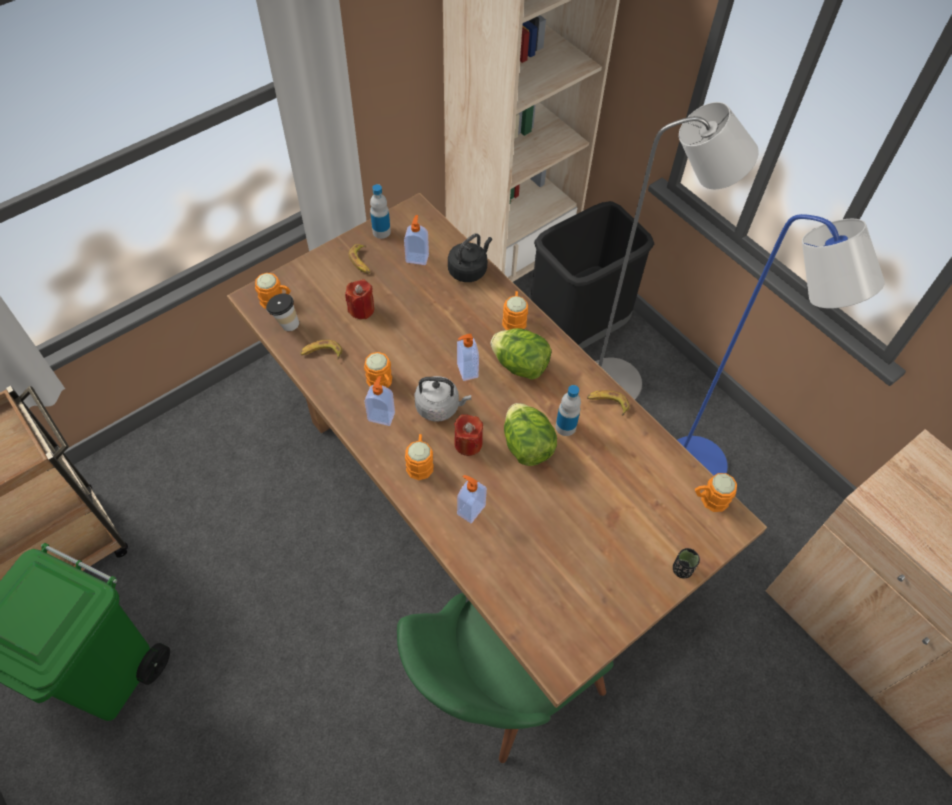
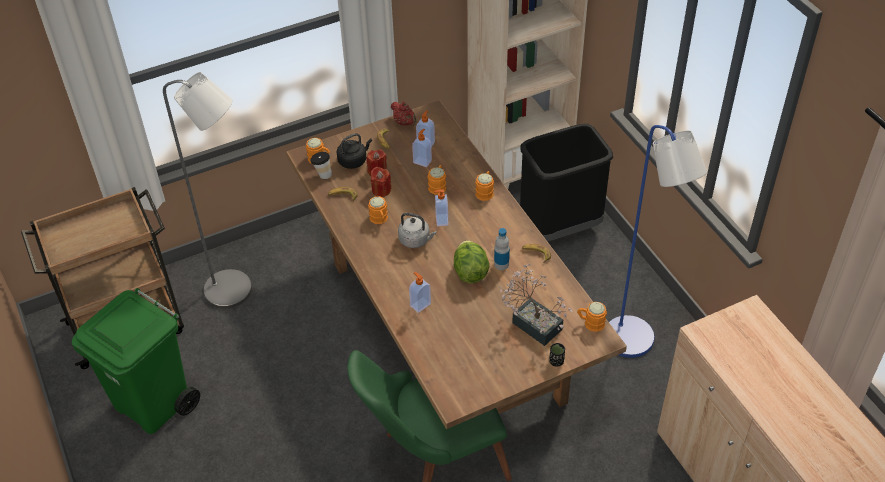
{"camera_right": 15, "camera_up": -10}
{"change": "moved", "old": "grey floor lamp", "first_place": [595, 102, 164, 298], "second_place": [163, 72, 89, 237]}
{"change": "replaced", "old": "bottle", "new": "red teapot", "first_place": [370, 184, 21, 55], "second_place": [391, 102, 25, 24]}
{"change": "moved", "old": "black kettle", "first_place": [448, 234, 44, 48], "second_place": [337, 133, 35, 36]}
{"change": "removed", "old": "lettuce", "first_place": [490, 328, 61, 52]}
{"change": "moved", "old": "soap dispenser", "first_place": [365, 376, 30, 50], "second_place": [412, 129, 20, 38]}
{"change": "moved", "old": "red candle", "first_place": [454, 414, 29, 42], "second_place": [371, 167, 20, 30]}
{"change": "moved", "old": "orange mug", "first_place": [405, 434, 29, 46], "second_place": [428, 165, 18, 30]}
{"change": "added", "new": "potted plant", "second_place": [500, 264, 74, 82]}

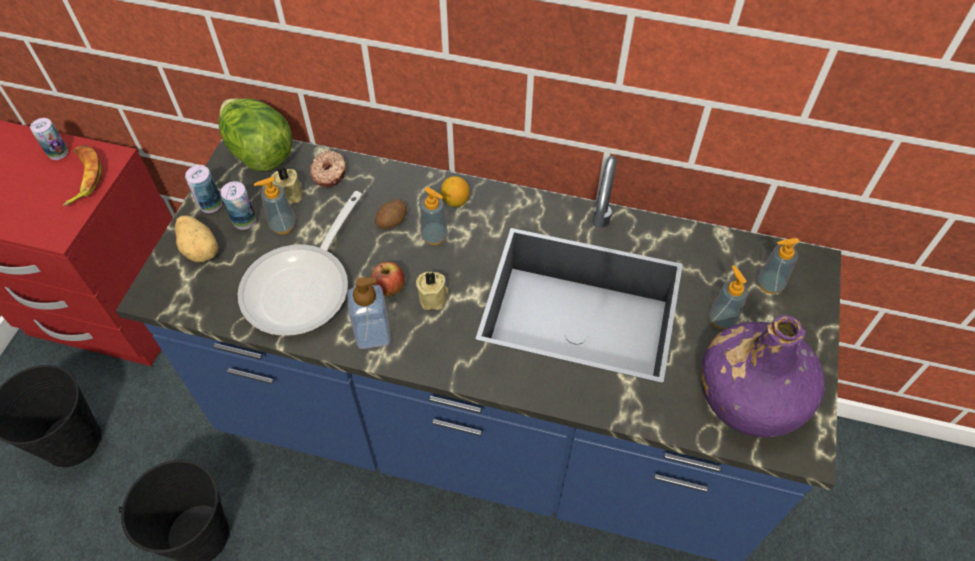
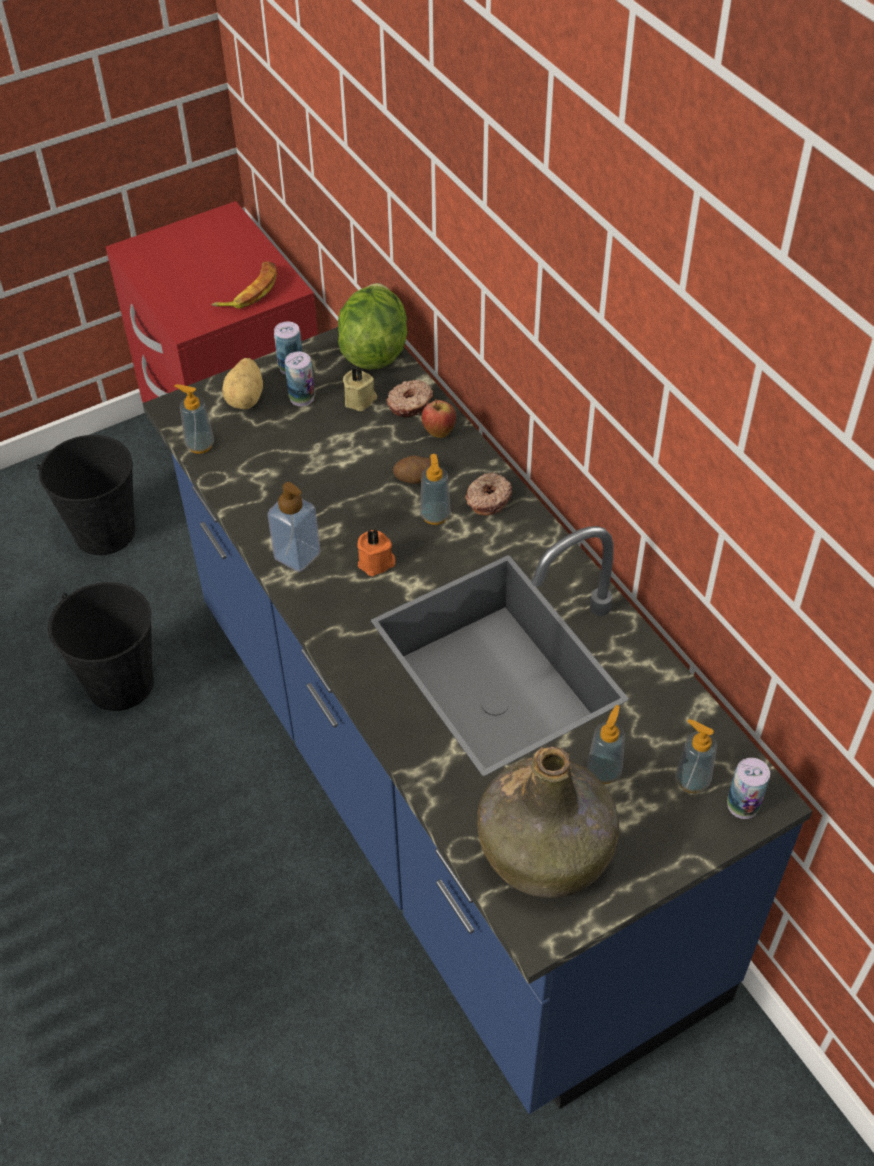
{"camera_right": 45, "camera_up": -5}
{"change": "moved", "old": "can", "first_place": [30, 118, 38, 42], "second_place": [727, 758, 43, 61]}
{"change": "replaced", "old": "lemon", "new": "donut", "first_place": [441, 176, 29, 31], "second_place": [465, 472, 47, 43]}
{"change": "moved", "old": "soap dispenser", "first_place": [254, 177, 42, 57], "second_place": [174, 384, 40, 70]}
{"change": "removed", "old": "frying pan", "first_place": [238, 191, 124, 145]}
{"change": "moved", "old": "apple", "first_place": [371, 262, 34, 34], "second_place": [421, 399, 35, 39]}
{"change": "recoloured", "old": "beige candle", "new": "orange candle", "first_place": [416, 272, 33, 38], "second_place": [357, 529, 38, 47]}
{"change": "recoloured", "old": "purple bottle", "new": "green bottle", "first_place": [701, 315, 124, 122], "second_place": [477, 747, 142, 151]}

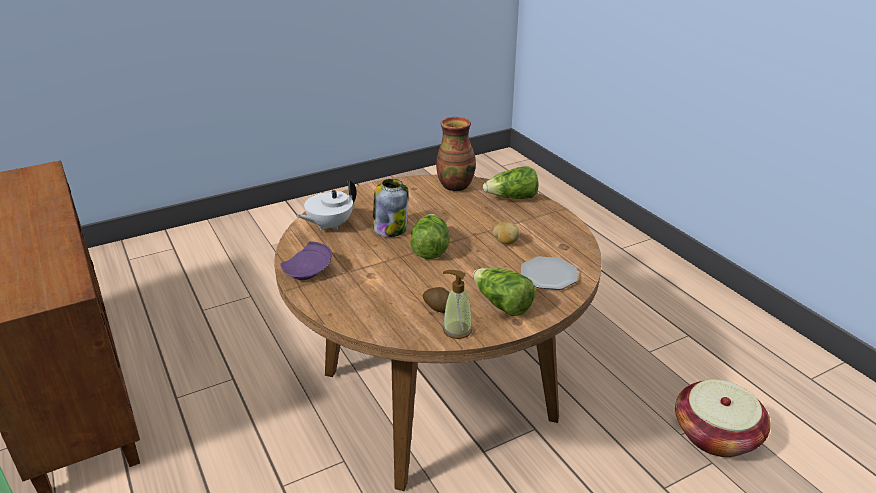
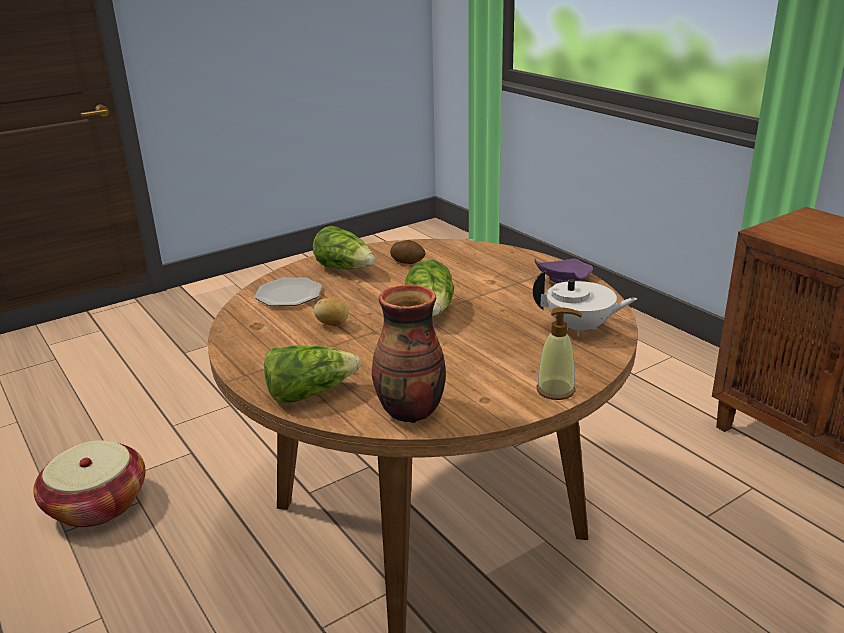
{"camera_right": 175, "camera_up": -5}
{"change": "removed", "old": "jar", "first_place": [373, 179, 36, 58]}
{"change": "turned", "old": "white teapot", "first_place": [296, 180, 61, 50], "second_place": [533, 271, 104, 65], "degrees": 60}
{"change": "moved", "old": "soap dispenser", "first_place": [443, 270, 29, 69], "second_place": [536, 307, 46, 93]}

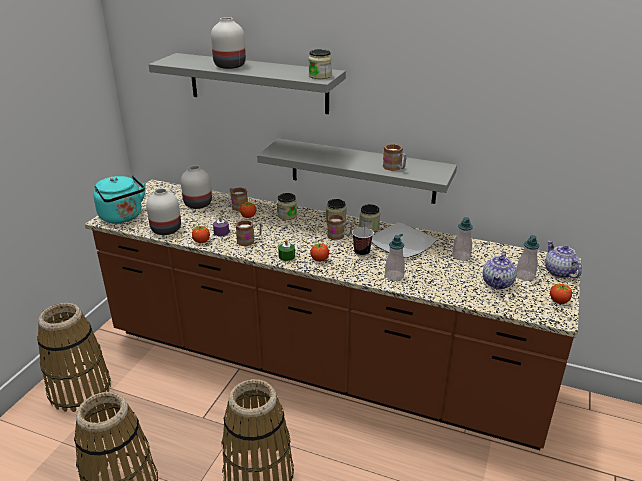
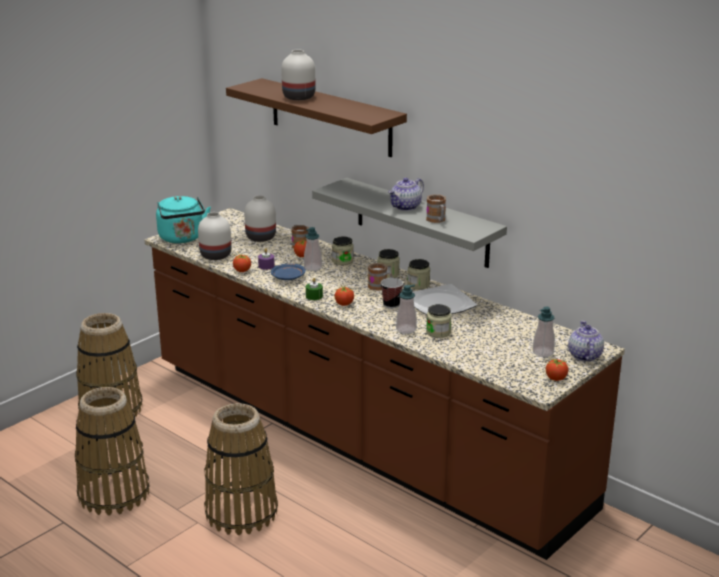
{"camera_right": 20, "camera_up": -5}
{"change": "moved", "old": "jar", "first_place": [308, 49, 24, 30], "second_place": [426, 304, 26, 34]}
{"change": "recoloured", "old": "grey shelf", "new": "brown shelf", "first_place": [149, 53, 197, 61], "second_place": [226, 78, 181, 79]}
{"change": "moved", "old": "soap dispenser", "first_place": [452, 217, 21, 44], "second_place": [304, 227, 18, 44]}
{"change": "replaced", "old": "mug", "new": "blue plate", "first_place": [235, 220, 27, 26], "second_place": [271, 263, 35, 17]}
{"change": "moved", "old": "teapot", "first_place": [483, 251, 34, 38], "second_place": [388, 178, 36, 33]}

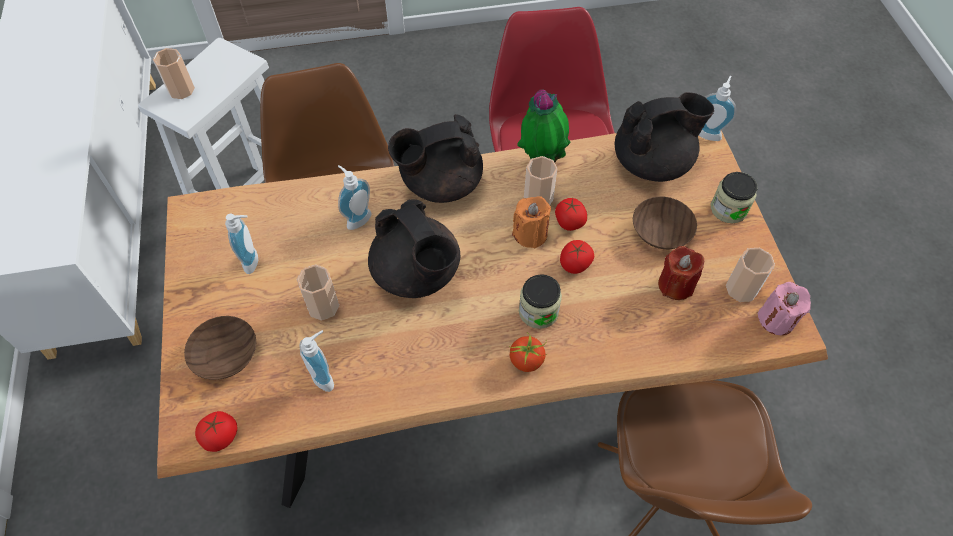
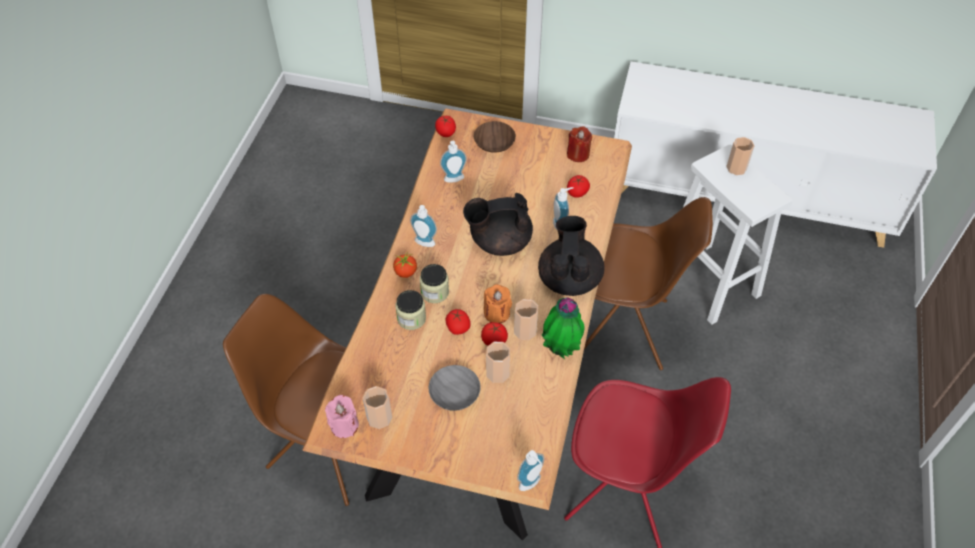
{"camera_right": 115, "camera_up": -5}
{"change": "removed", "old": "black teapot", "first_place": [615, 92, 99, 90]}
{"change": "moved", "old": "jar", "first_place": [711, 172, 46, 51], "second_place": [396, 290, 30, 40]}
{"change": "recoloured", "old": "brown bowl", "new": "grey bowl", "first_place": [633, 197, 64, 52], "second_place": [429, 365, 52, 46]}
{"change": "moved", "old": "soap dispenser", "first_place": [225, 214, 33, 60], "second_place": [410, 205, 27, 42]}
{"change": "moved", "old": "red candle", "first_place": [658, 246, 46, 54], "second_place": [567, 126, 25, 36]}
{"change": "moved", "old": "cup", "first_place": [297, 265, 42, 55], "second_place": [486, 342, 24, 41]}
{"change": "added", "new": "tomato", "second_place": [567, 175, 23, 23]}

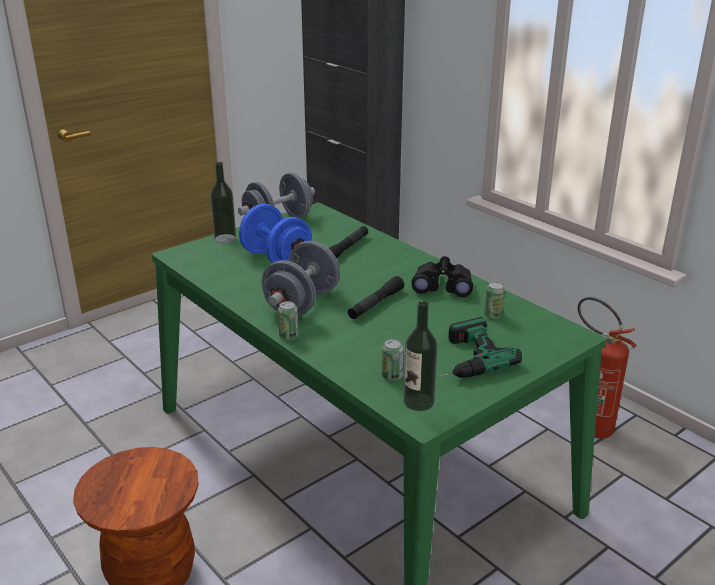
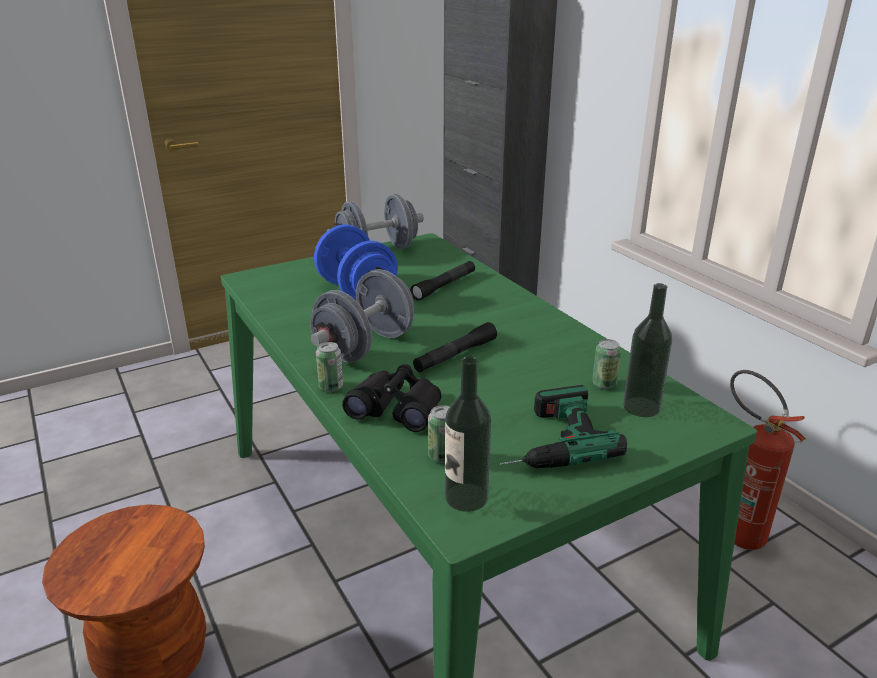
{"camera_right": 10, "camera_up": 0}
{"change": "moved", "old": "bottle", "first_place": [210, 162, 26, 81], "second_place": [623, 283, 49, 134]}
{"change": "moved", "old": "black binoculars", "first_place": [411, 256, 62, 41], "second_place": [342, 364, 100, 68]}

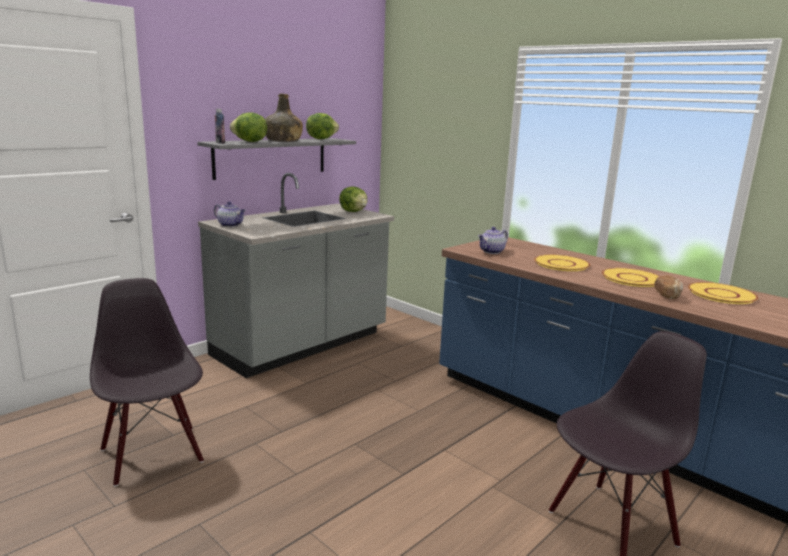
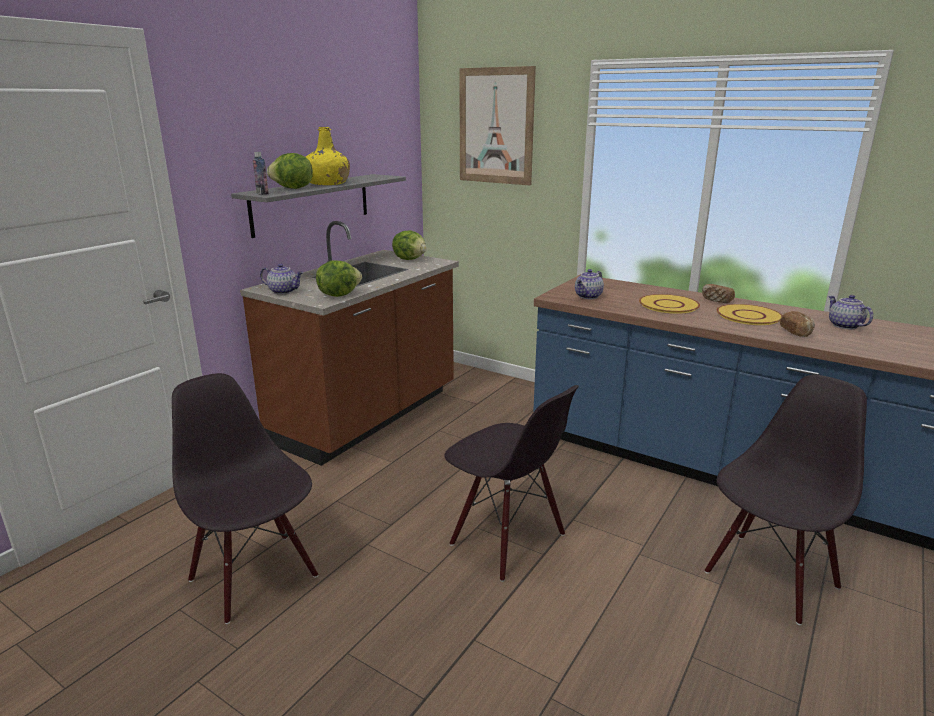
{"camera_right": -10, "camera_up": 5}
{"change": "recoloured", "old": "green bottle", "new": "yellow bottle", "first_place": [265, 94, 38, 48], "second_place": [306, 127, 44, 58]}
{"change": "moved", "old": "lettuce", "first_place": [306, 113, 33, 26], "second_place": [316, 260, 46, 37]}
{"change": "recoloured", "old": "grey counter", "new": "brown counter", "first_place": [198, 173, 196, 205], "second_place": [240, 221, 219, 245]}
{"change": "replaced", "old": "yellow plate", "new": "teapot", "first_place": [688, 282, 70, 22], "second_place": [828, 295, 45, 34]}
{"change": "added", "new": "picture", "second_place": [459, 66, 77, 119]}
{"change": "added", "new": "bread", "second_place": [702, 284, 33, 19]}
{"change": "added", "new": "black chair", "second_place": [444, 385, 135, 197]}

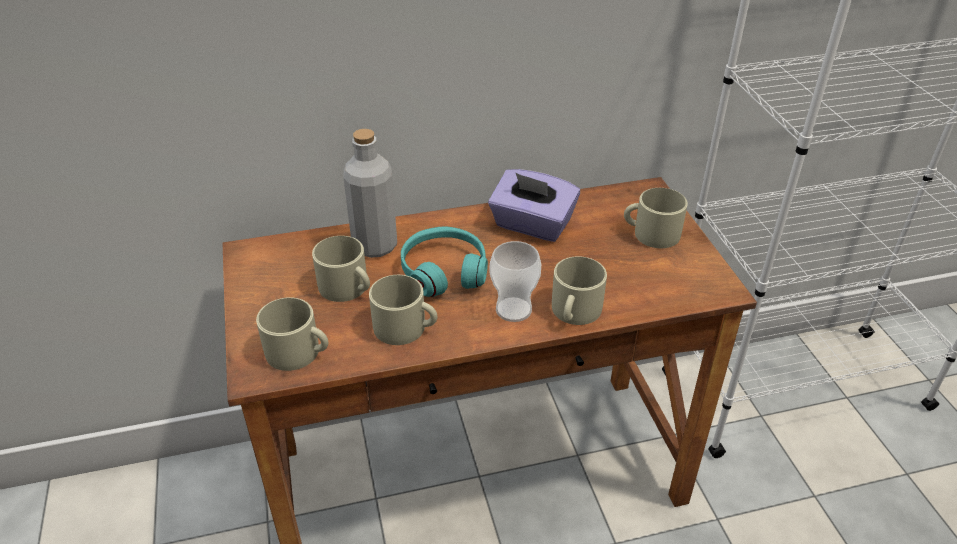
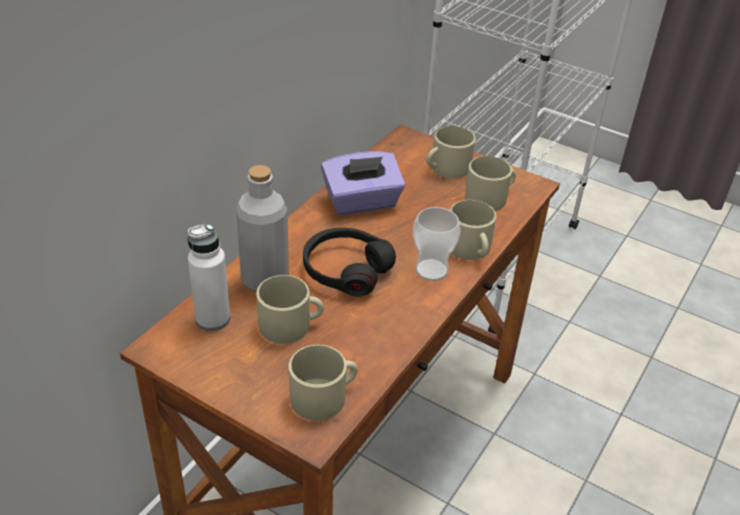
{"camera_right": -45, "camera_up": 0}
{"change": "recoloured", "old": "turquoise headphones", "new": "black headphones", "first_place": [401, 227, 87, 70], "second_place": [303, 228, 93, 68]}
{"change": "moved", "old": "beige mug", "first_place": [369, 275, 68, 70], "second_place": [465, 156, 51, 55]}
{"change": "added", "new": "white bottle", "second_place": [187, 224, 43, 107]}

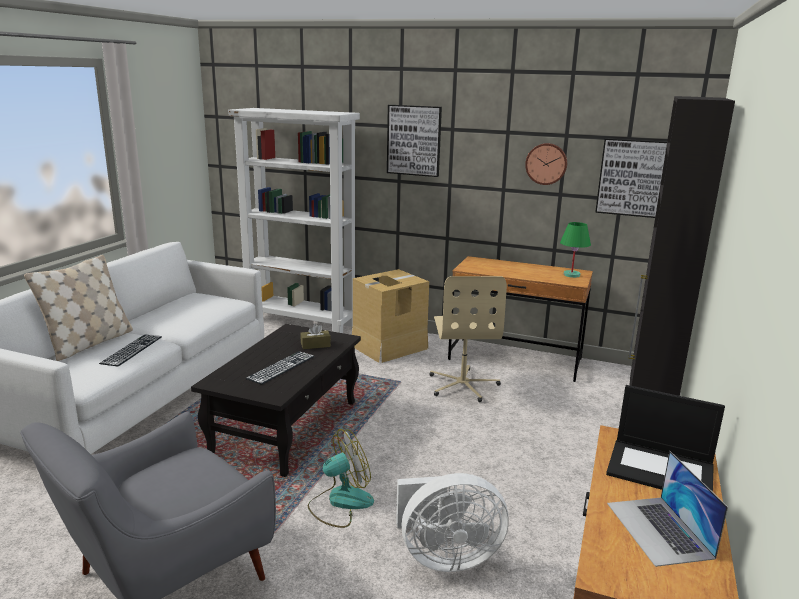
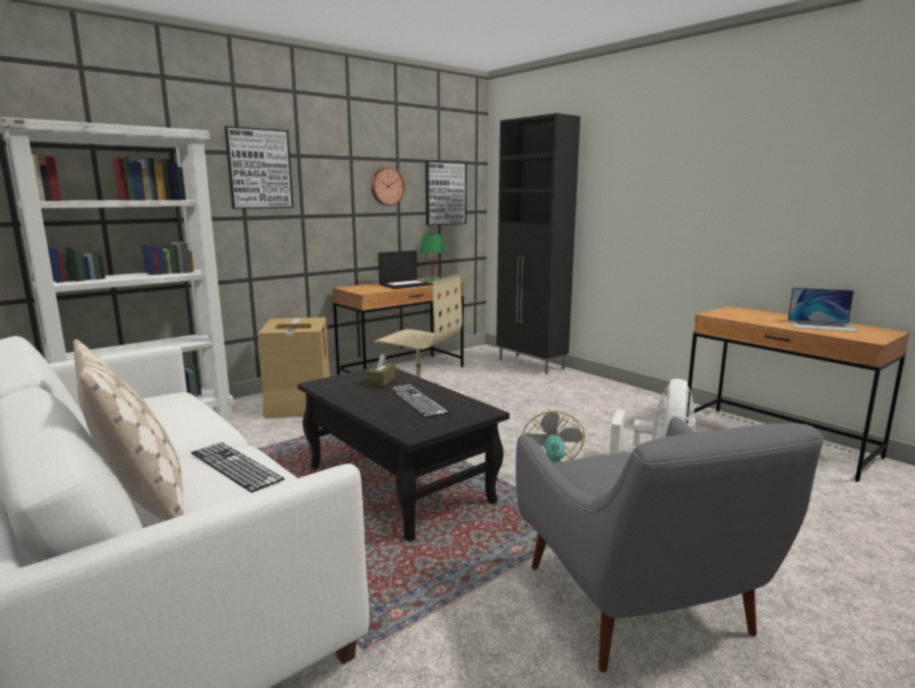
{"camera_right": -60, "camera_up": -5}
{"change": "moved", "old": "laptop", "first_place": [606, 385, 119, 107], "second_place": [378, 250, 55, 39]}

